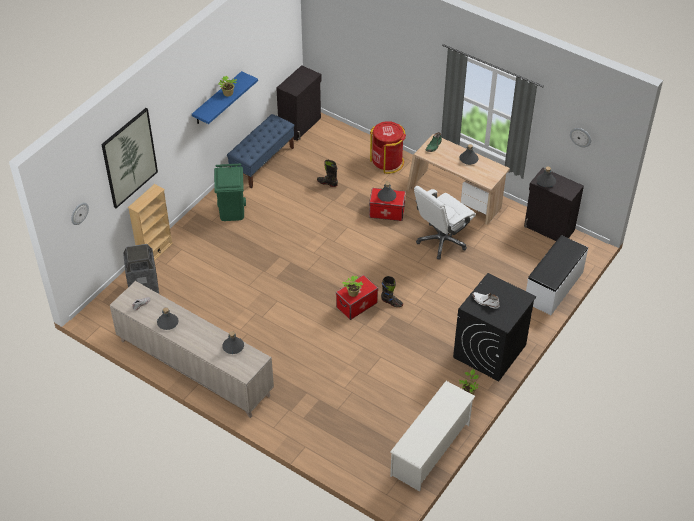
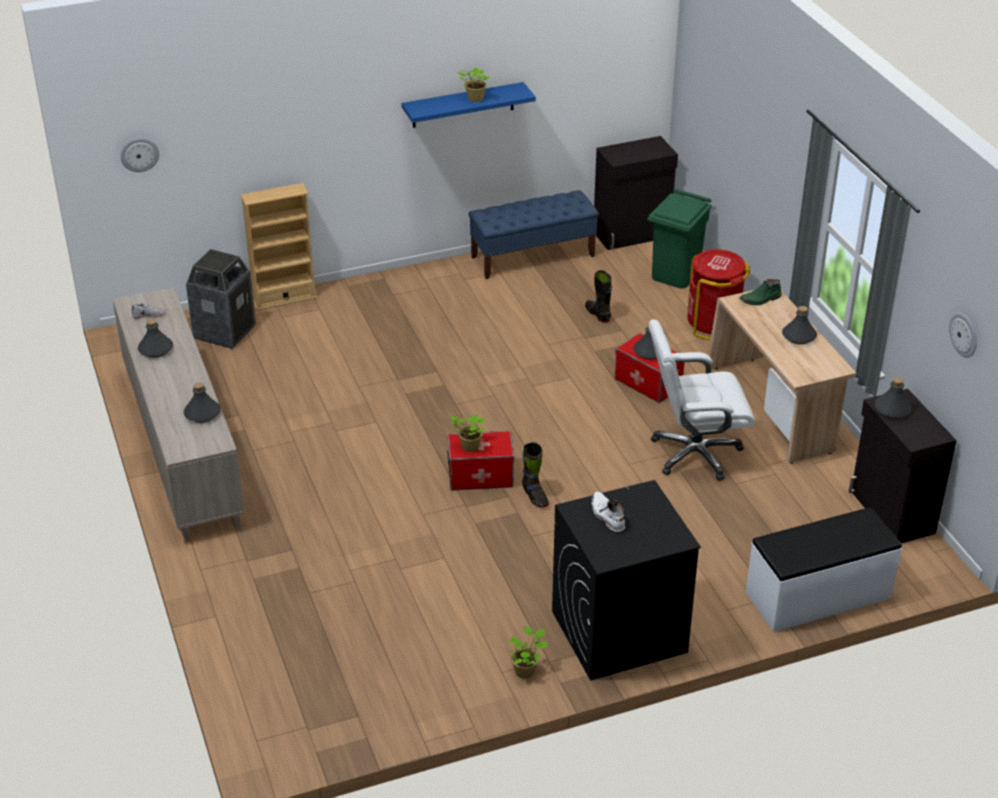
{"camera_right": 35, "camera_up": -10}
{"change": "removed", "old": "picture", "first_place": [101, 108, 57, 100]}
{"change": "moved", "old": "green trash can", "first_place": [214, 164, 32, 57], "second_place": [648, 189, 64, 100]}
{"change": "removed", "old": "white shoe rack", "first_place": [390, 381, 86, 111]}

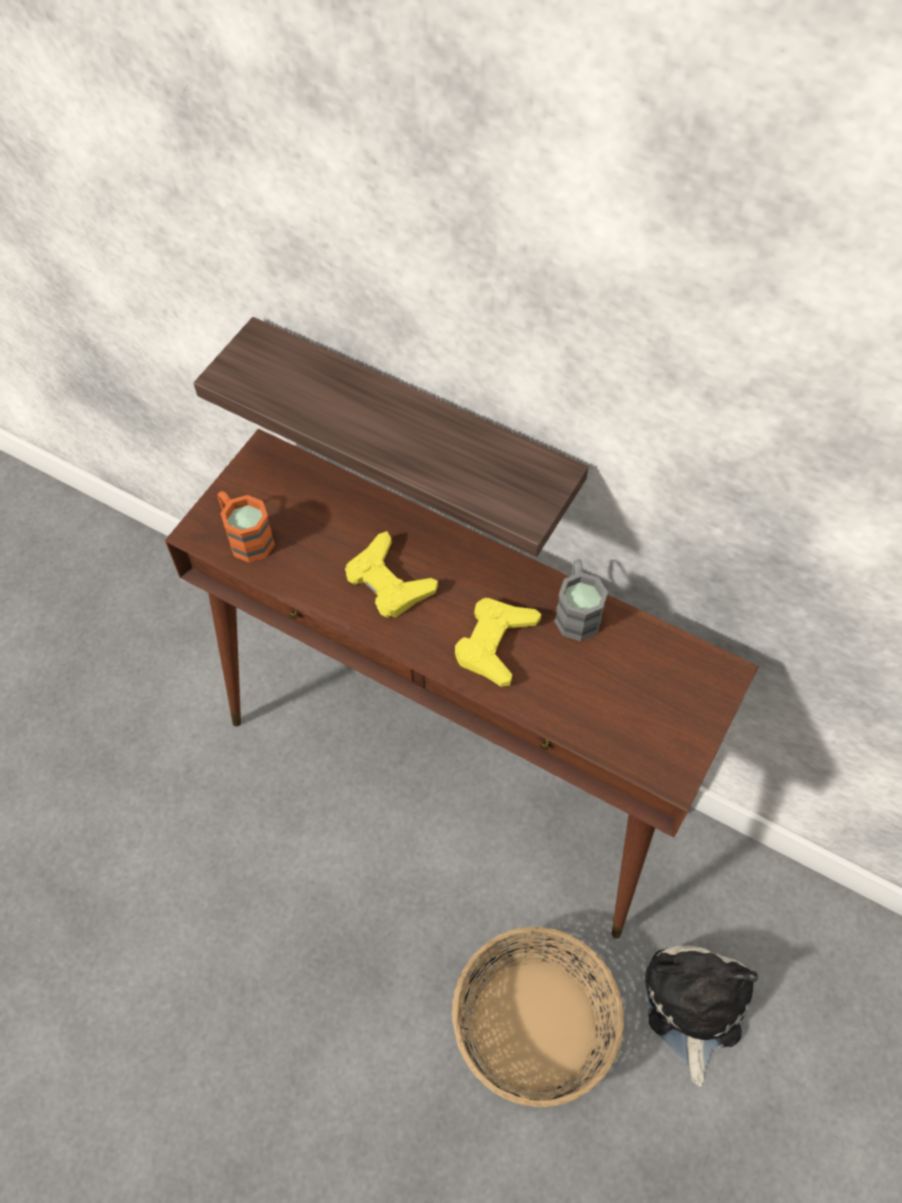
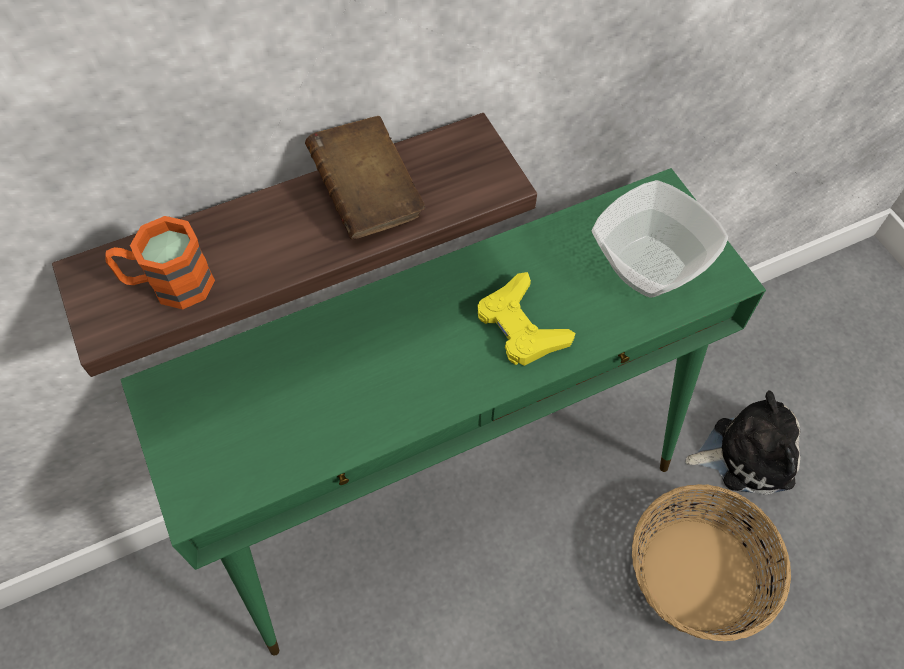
{"camera_right": -55, "camera_up": 0}
{"change": "recoloured", "old": "brown console table", "new": "green console table", "first_place": [165, 429, 594, 510], "second_place": [120, 168, 646, 488]}
{"change": "moved", "old": "orange mug", "first_place": [218, 491, 57, 72], "second_place": [106, 216, 109, 93]}
{"change": "removed", "old": "yellow game controller", "first_place": [345, 531, 93, 87]}
{"change": "removed", "old": "grey mug", "first_place": [554, 559, 54, 82]}
{"change": "turned", "old": "plush toy", "first_place": [645, 945, 113, 142], "second_place": [685, 391, 116, 104], "degrees": 135}
{"change": "added", "new": "brown book", "second_place": [305, 116, 120, 124]}
{"change": "added", "new": "bowl", "second_place": [592, 180, 136, 118]}

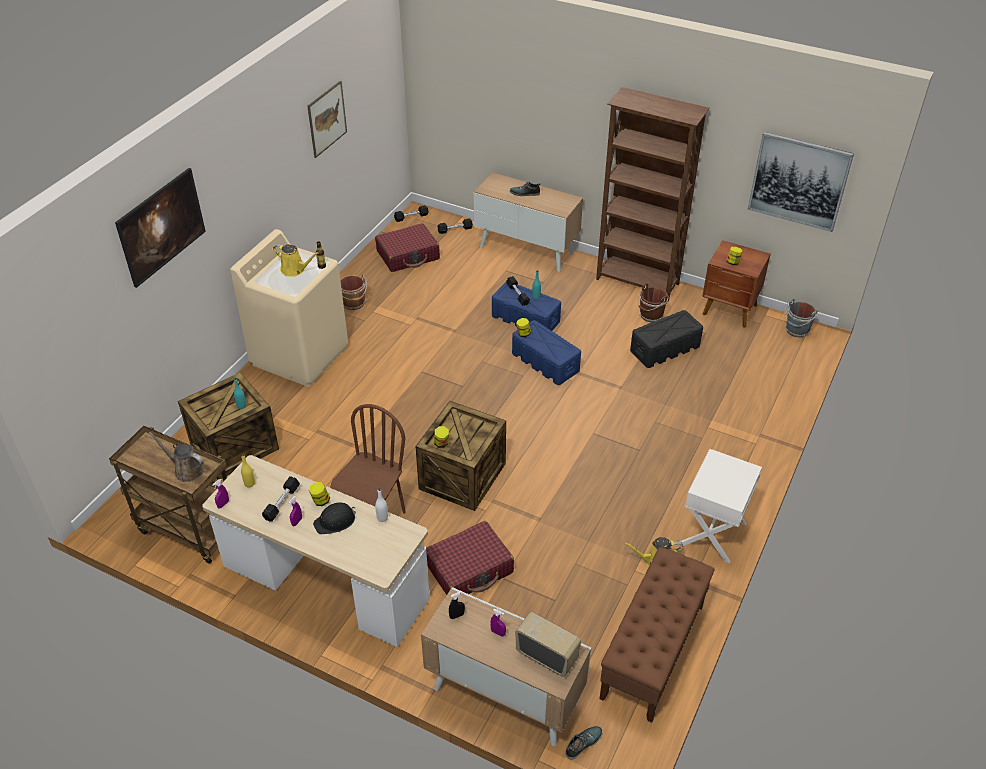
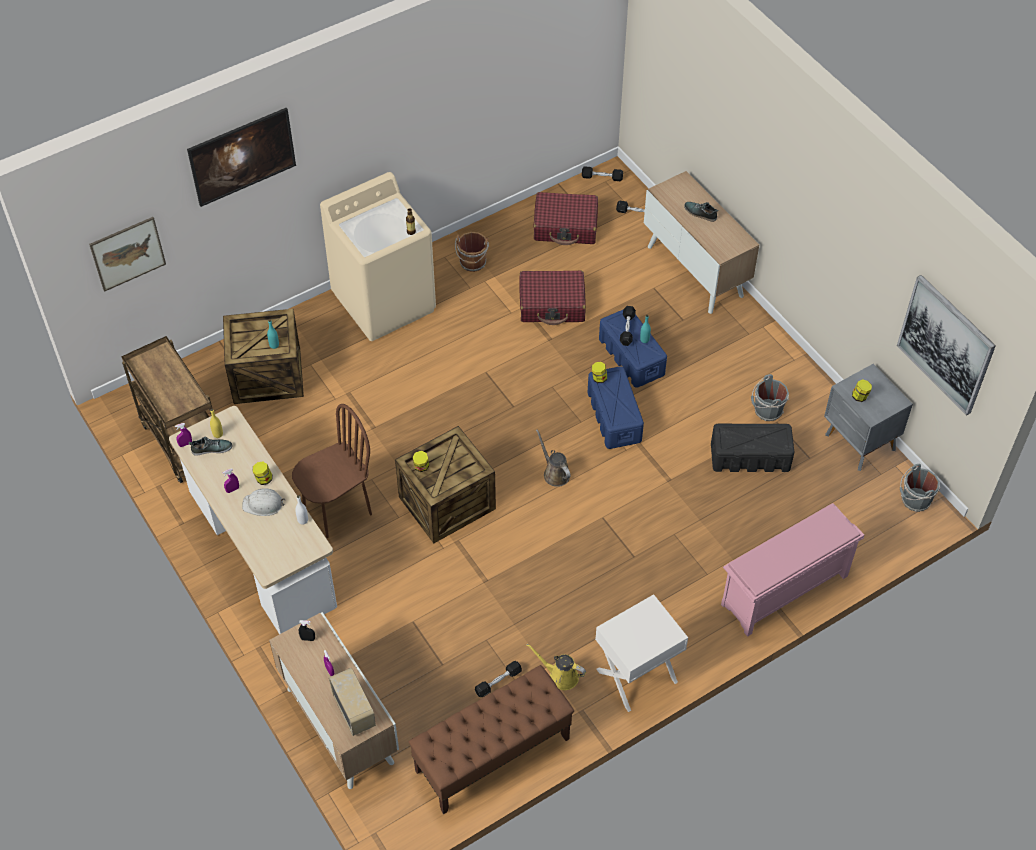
{"camera_right": 30, "camera_up": 10}
{"change": "moved", "old": "picture", "first_place": [307, 81, 40, 77], "second_place": [89, 217, 77, 75]}
{"change": "removed", "old": "brown bookcase", "first_place": [596, 87, 114, 214]}
{"change": "recoloured", "old": "brown nightstand", "new": "grey nightstand", "first_place": [702, 240, 69, 88], "second_place": [824, 364, 89, 107]}
{"change": "removed", "old": "yellow watering can", "first_place": [273, 244, 46, 33]}
{"change": "recoloured", "old": "brown bucket", "new": "grey bucket", "first_place": [637, 283, 32, 39], "second_place": [751, 374, 38, 47]}
{"change": "moved", "old": "brown watering can", "first_place": [149, 432, 55, 50], "second_place": [536, 429, 35, 58]}
{"change": "moved", "old": "black dumbbell", "first_place": [262, 476, 38, 45], "second_place": [475, 661, 47, 36]}
{"change": "recoloured", "old": "black hard hat", "new": "white hard hat", "first_place": [313, 503, 43, 31], "second_place": [242, 488, 43, 28]}
{"change": "moved", "old": "red suitcase", "first_place": [426, 521, 88, 74], "second_place": [519, 271, 67, 54]}
{"change": "moved", "old": "shoe", "first_place": [566, 726, 37, 34], "second_place": [189, 437, 44, 19]}
{"change": "added", "new": "pink shoe rack", "second_place": [721, 503, 143, 134]}

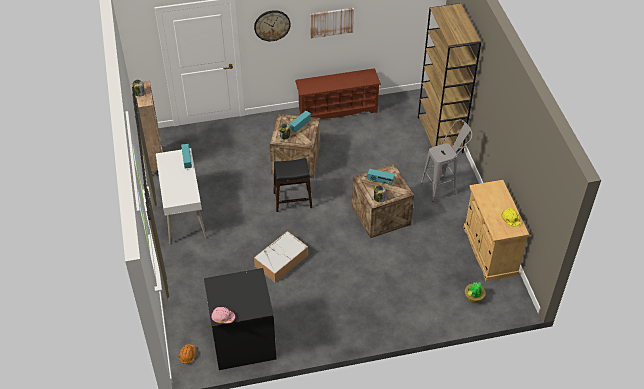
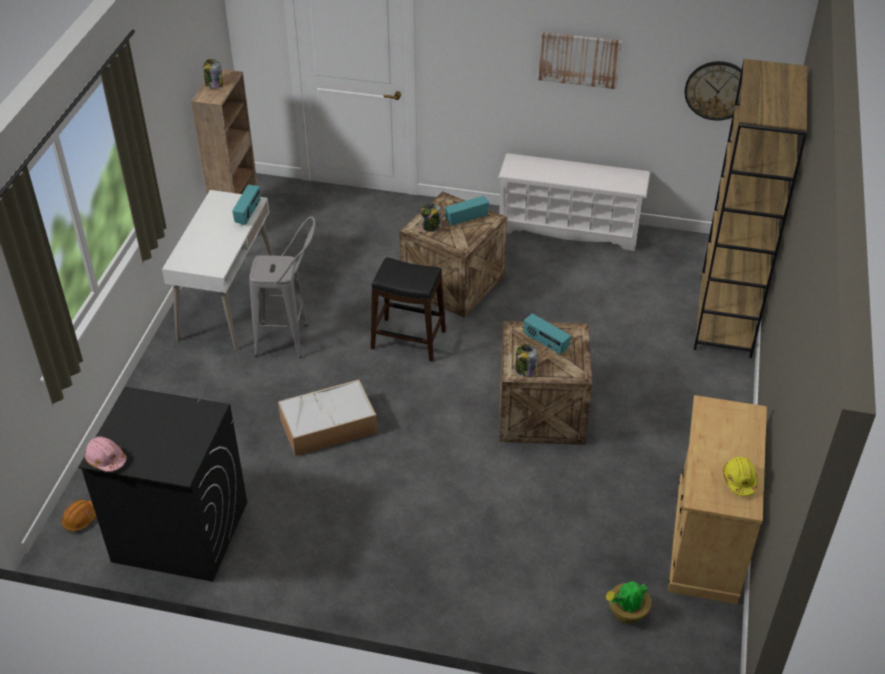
{"camera_right": 25, "camera_up": -5}
{"change": "moved", "old": "wall clock", "first_place": [254, 10, 37, 31], "second_place": [685, 61, 57, 60]}
{"change": "recoloured", "old": "brown shoe rack", "new": "white shoe rack", "first_place": [295, 68, 86, 51], "second_place": [498, 153, 152, 98]}
{"change": "moved", "old": "grey stool", "first_place": [421, 119, 51, 83], "second_place": [249, 216, 66, 142]}

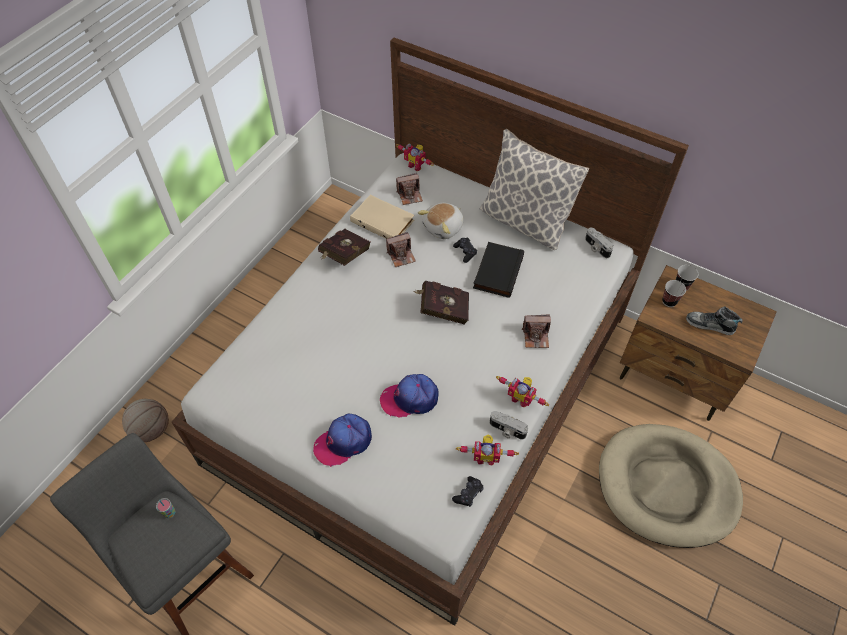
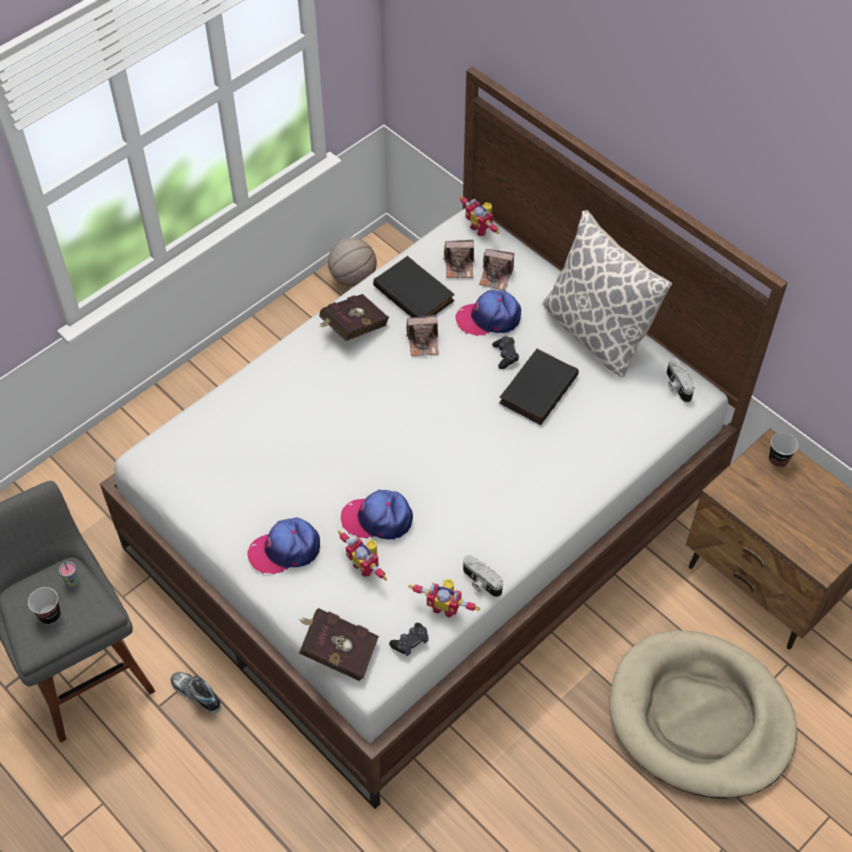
{"camera_right": 15, "camera_up": 0}
{"change": "recoloured", "old": "beige book", "new": "black book", "first_place": [350, 195, 64, 44], "second_place": [373, 256, 82, 62]}
{"change": "replaced", "old": "plush toy", "new": "cap", "first_place": [418, 203, 46, 36], "second_place": [455, 290, 66, 46]}
{"change": "moved", "old": "cup", "first_place": [662, 280, 24, 27], "second_place": [28, 587, 32, 37]}
{"change": "moved", "old": "red book", "first_place": [414, 281, 55, 44], "second_place": [299, 608, 80, 73]}
{"change": "moved", "old": "shoe", "first_place": [686, 306, 57, 29], "second_place": [170, 672, 51, 42]}
{"change": "moved", "old": "photo camera", "first_place": [522, 315, 29, 33], "second_place": [479, 249, 35, 41]}
{"change": "moved", "old": "toy robot", "first_place": [496, 376, 53, 31], "second_place": [338, 531, 49, 50]}
{"change": "moved", "old": "basketball", "first_place": [122, 399, 47, 43], "second_place": [328, 238, 49, 48]}

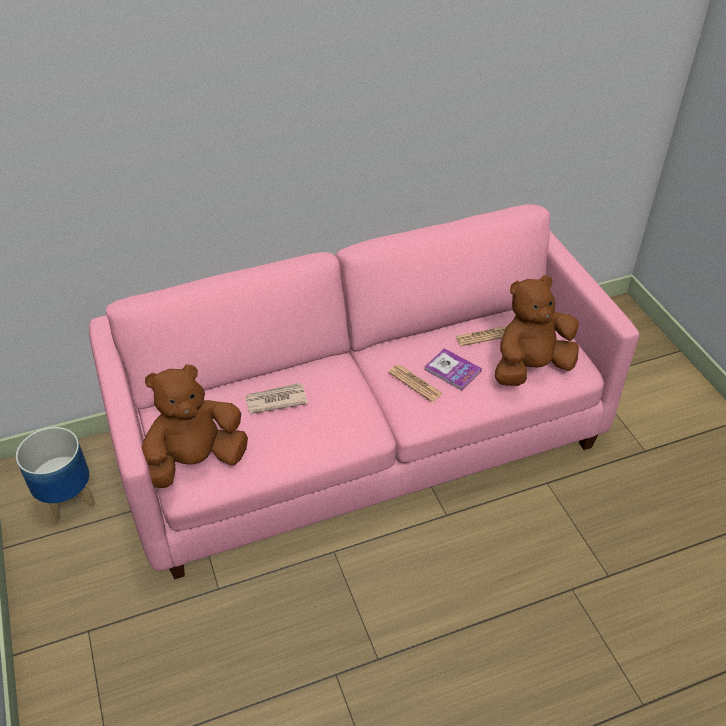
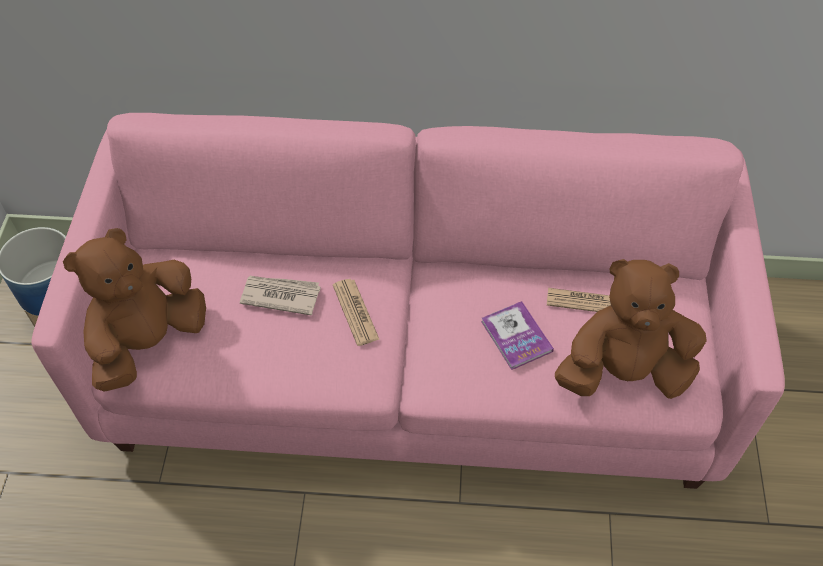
{"camera_right": 25, "camera_up": 10}
{"change": "turned", "old": "brown plush toy", "first_place": [142, 364, 106, 124], "second_place": [63, 228, 143, 164], "degrees": -45}
{"change": "moved", "old": "newspaper", "first_place": [388, 365, 55, 37], "second_place": [333, 279, 47, 67]}

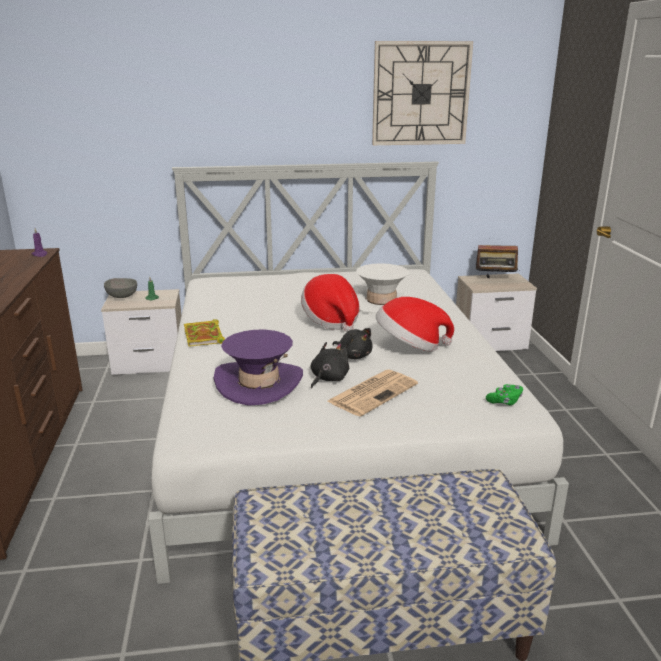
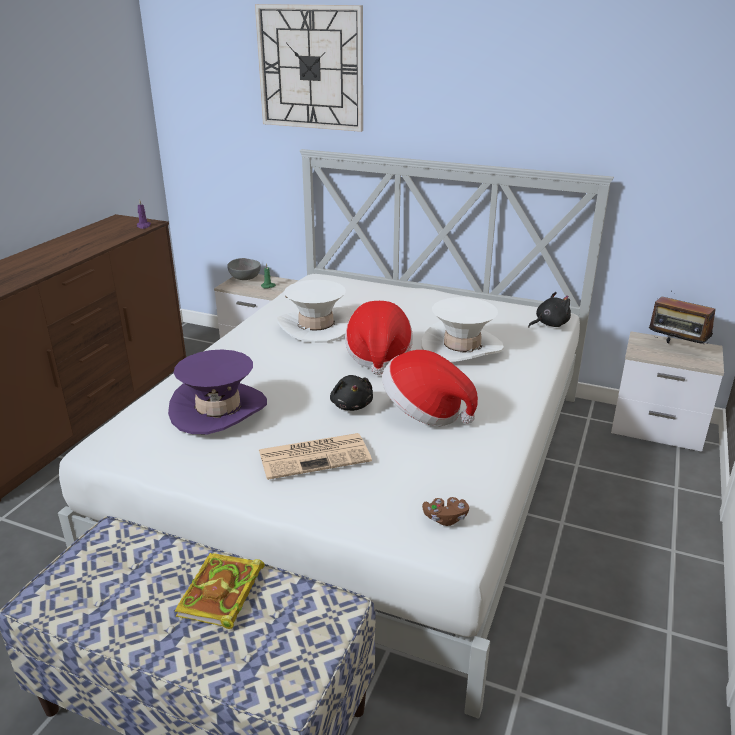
{"camera_right": 30, "camera_up": 5}
{"change": "moved", "old": "wall clock", "first_place": [372, 41, 101, 104], "second_place": [255, 4, 108, 128]}
{"change": "moved", "old": "book", "first_place": [184, 319, 41, 28], "second_place": [175, 553, 90, 76]}
{"change": "moved", "old": "black plush toy", "first_place": [311, 342, 38, 47], "second_place": [528, 292, 43, 35]}
{"change": "recoloured", "old": "green game controller", "new": "brown game controller", "first_place": [486, 384, 37, 22], "second_place": [422, 497, 47, 29]}
{"change": "added", "new": "white hat", "second_place": [277, 280, 76, 63]}

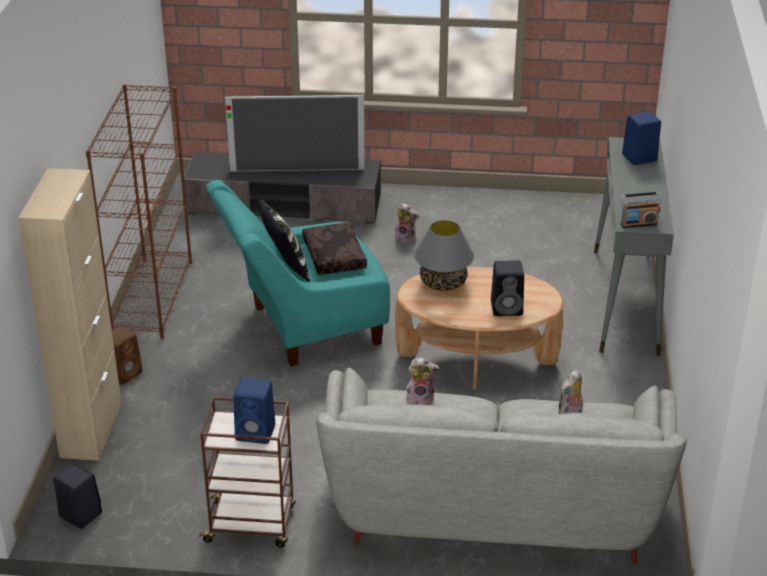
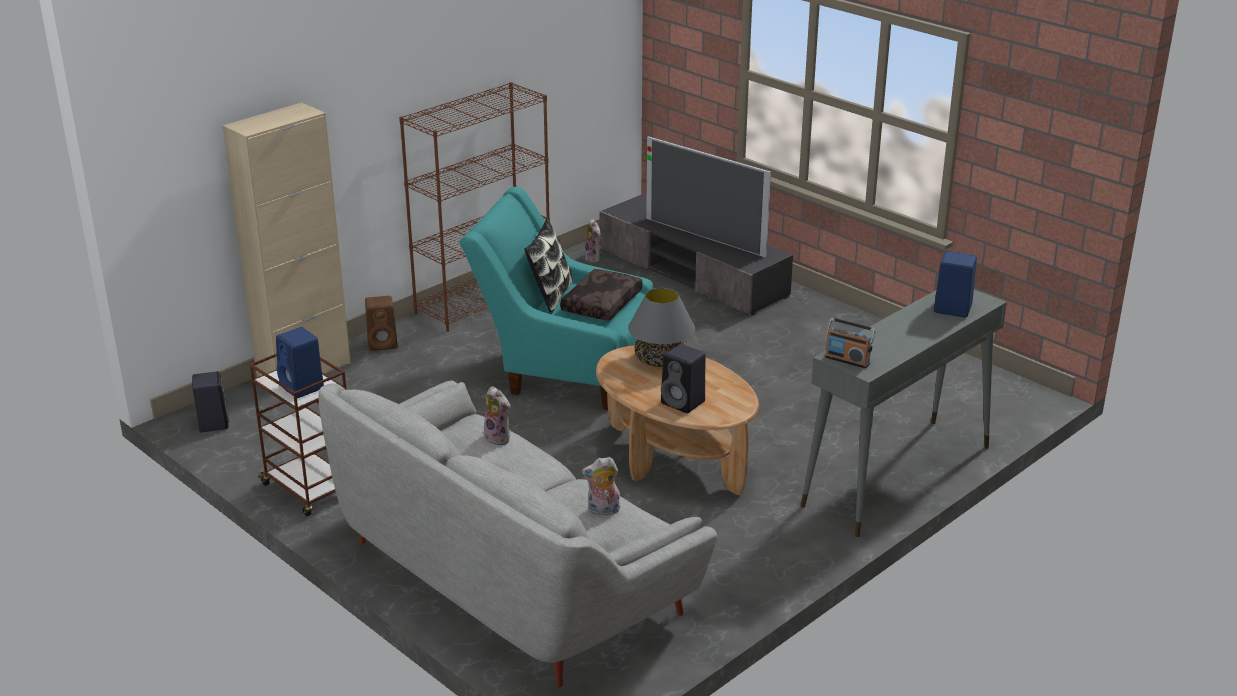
{"camera_right": 40, "camera_up": -5}
{"change": "moved", "old": "plush toy", "first_place": [395, 203, 24, 41], "second_place": [584, 218, 19, 45]}

